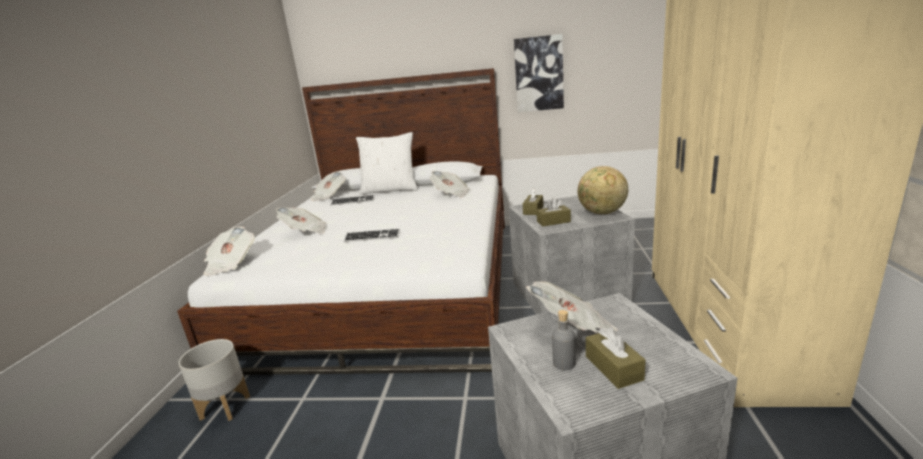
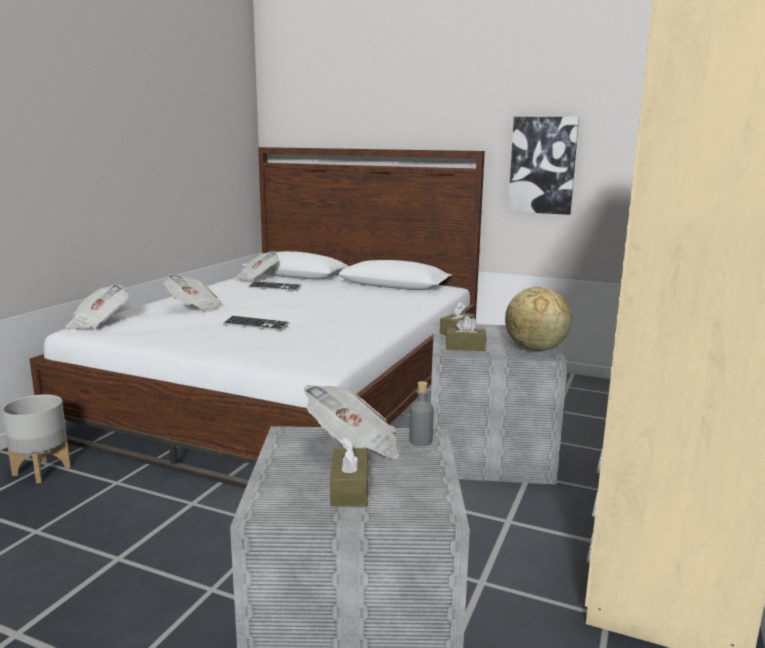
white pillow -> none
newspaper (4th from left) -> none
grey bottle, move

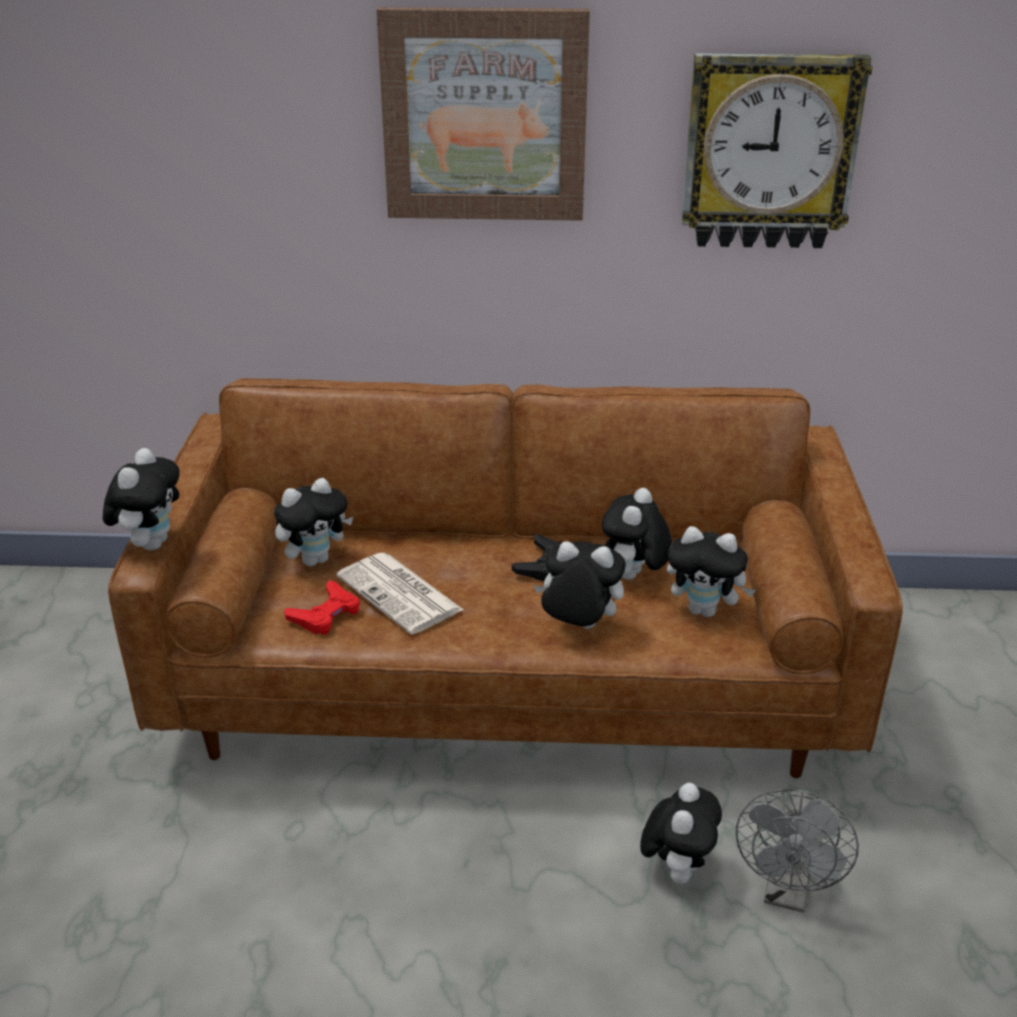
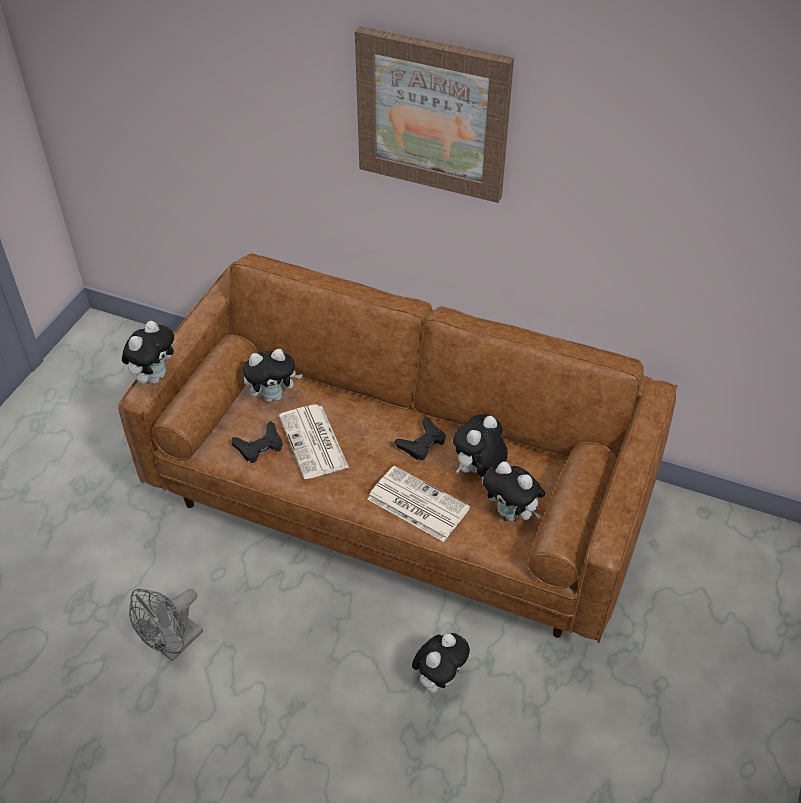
wall clock -> none
plush toy (3rd from left) -> newspaper (2nd from left)
red game controller -> black game controller (1st from left)
grey fan, move

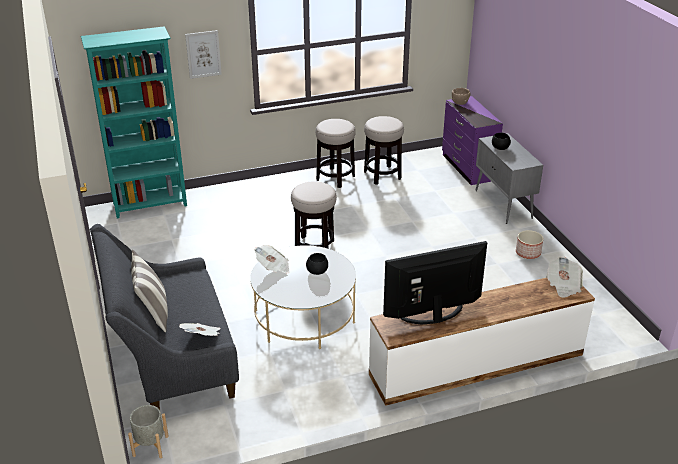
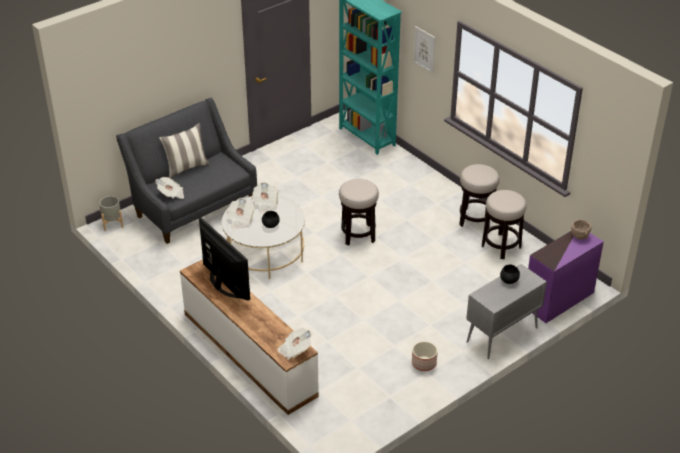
none -> newspaper (2nd from left)

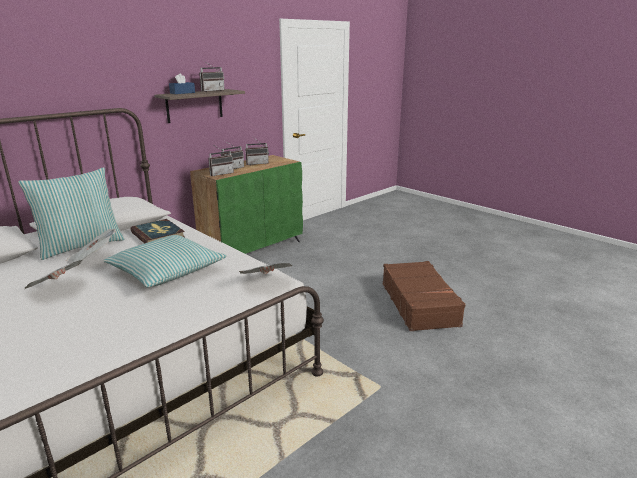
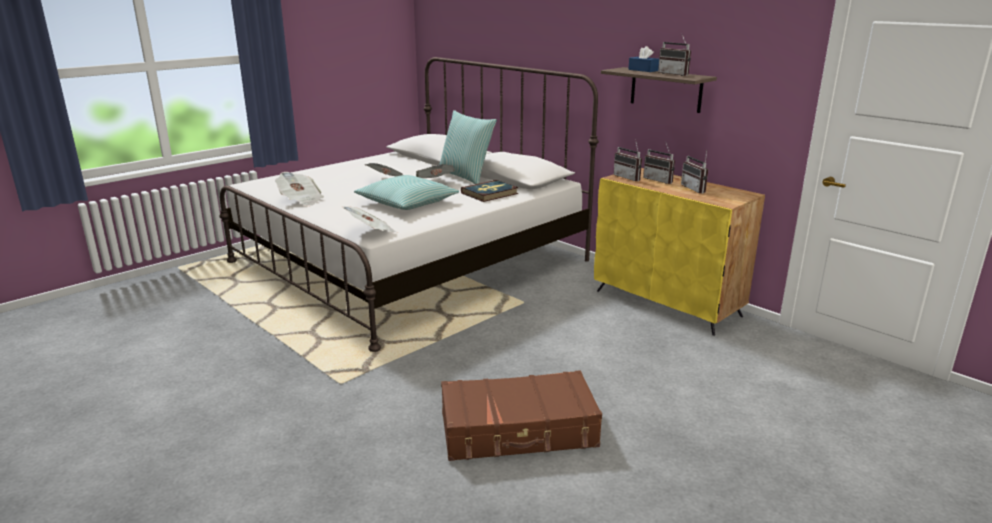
green cabinet -> yellow cabinet
none -> newspaper (1st from left)

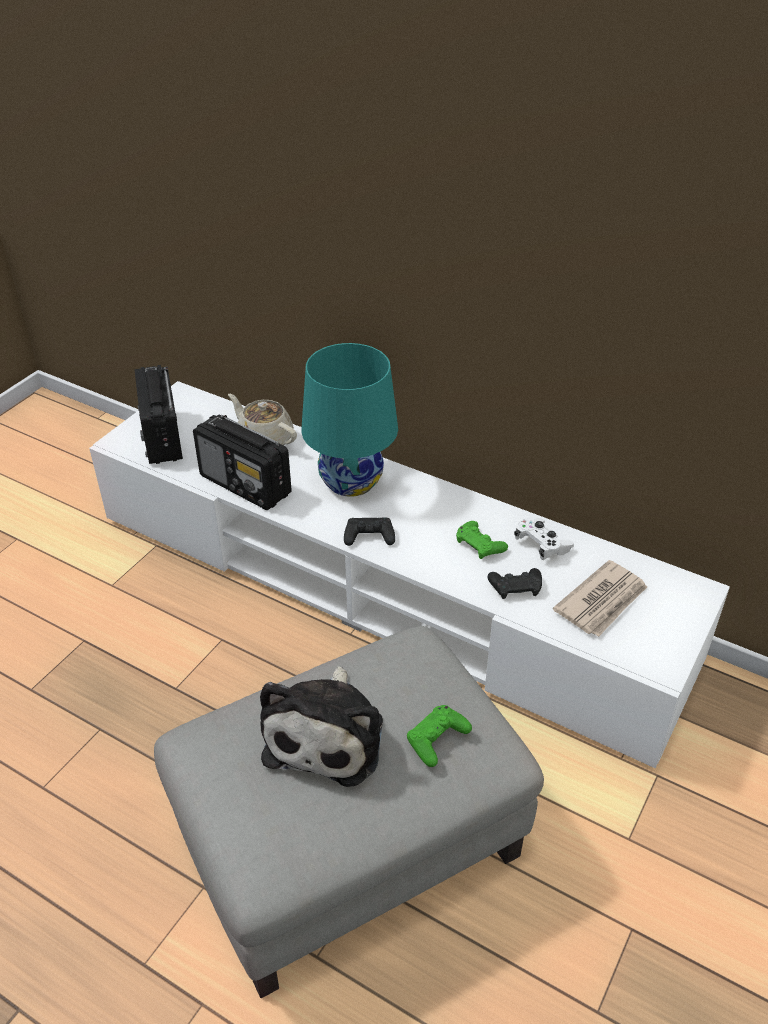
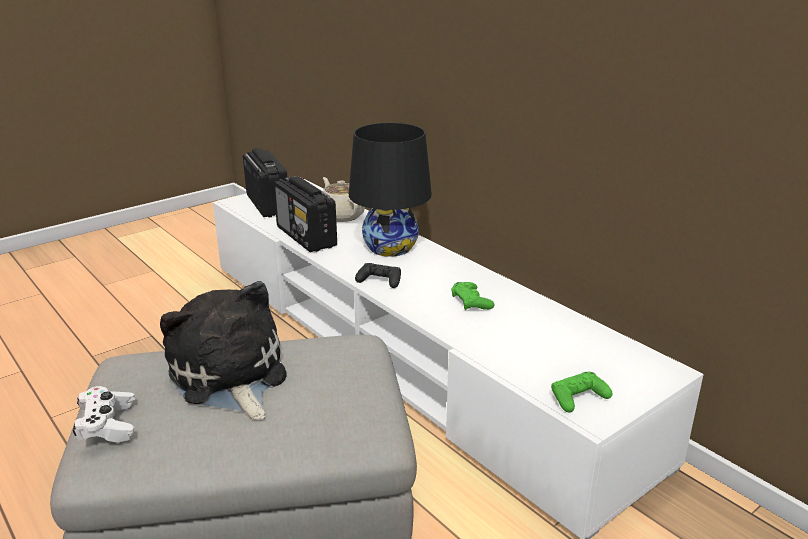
turquoise table lamp -> black table lamp
radio (1st from left), 150 degrees clockwise
white game controller, move
newspaper -> none
black game controller (2nd from left) -> none
plush toy, 120 degrees clockwise
green game controller (1st from left in the first image) -> green game controller (2nd from left), move

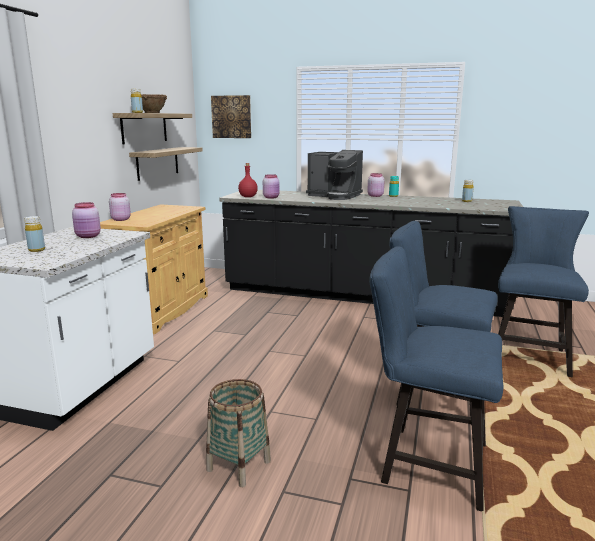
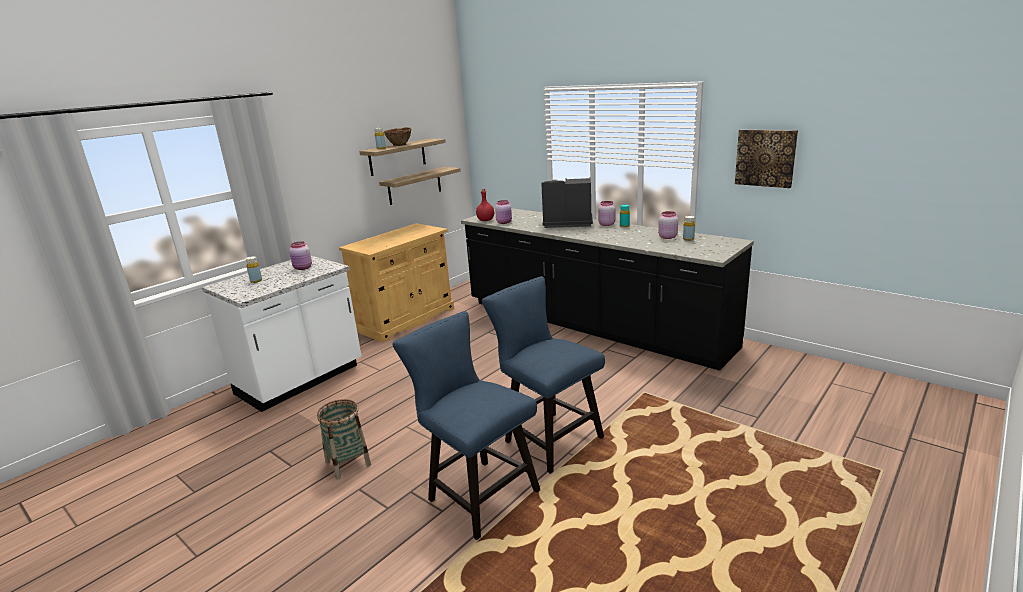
picture, move
coffee machine, 135 degrees clockwise
pink jar (2nd from left in the first image) -> pink jar (4th from left), move
blue chair (3rd from left) -> none

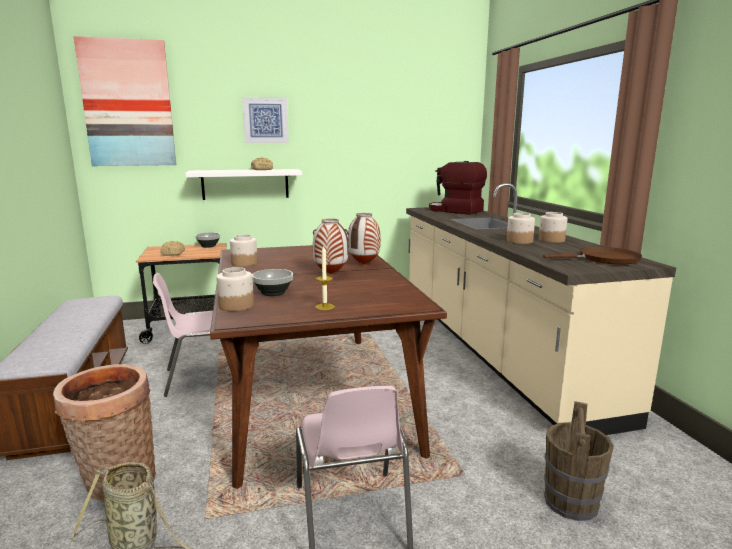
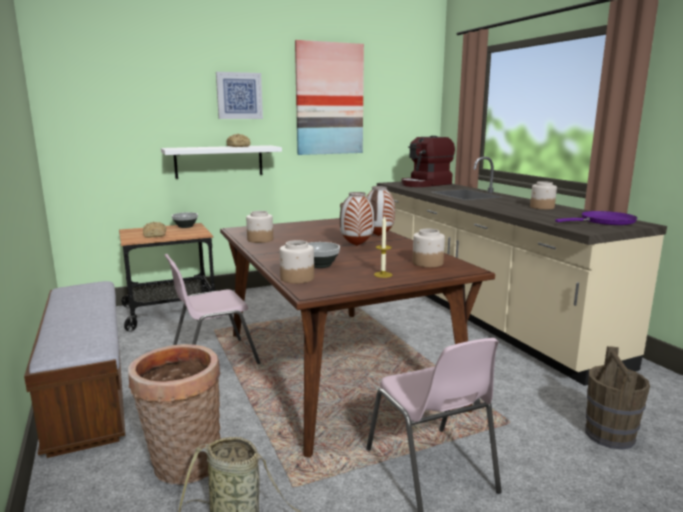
picture (1st from left in the first image) -> picture (2nd from left), move
coffee machine, 60 degrees counterclockwise
jar (3rd from left), move
brown frying pan -> purple frying pan

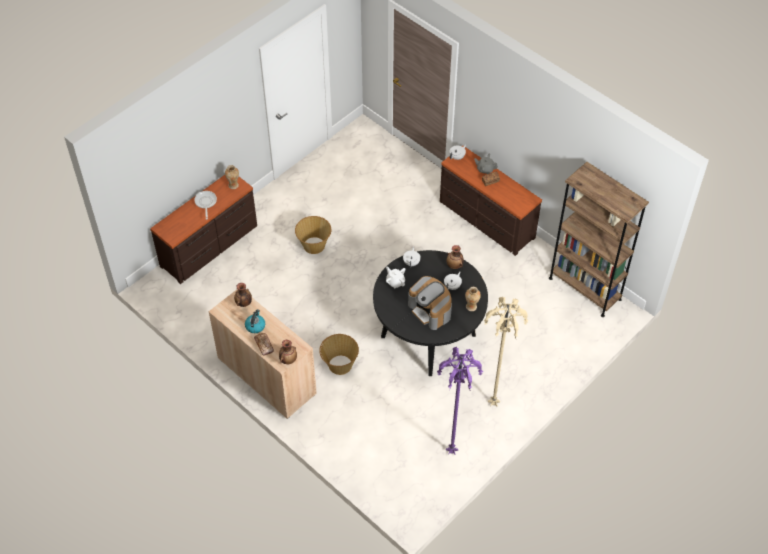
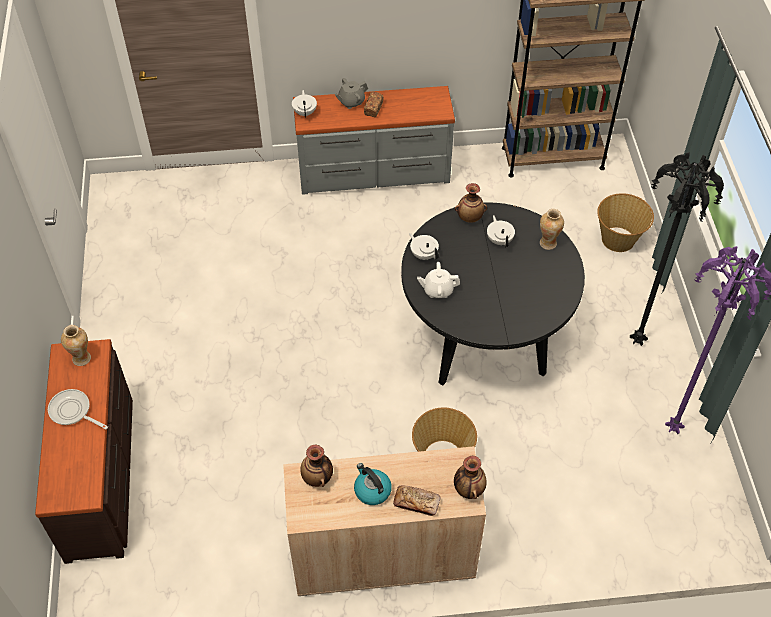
brown dresser (2nd from left) -> grey dresser
basket (1st from left in the first image) -> basket (2nd from left), move
coffee machine -> none
beige floor lamp -> black floor lamp

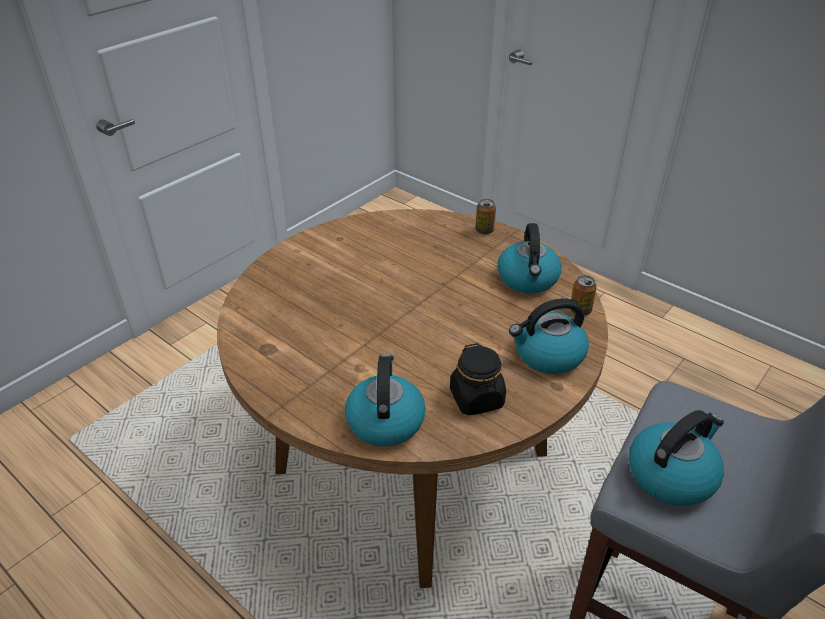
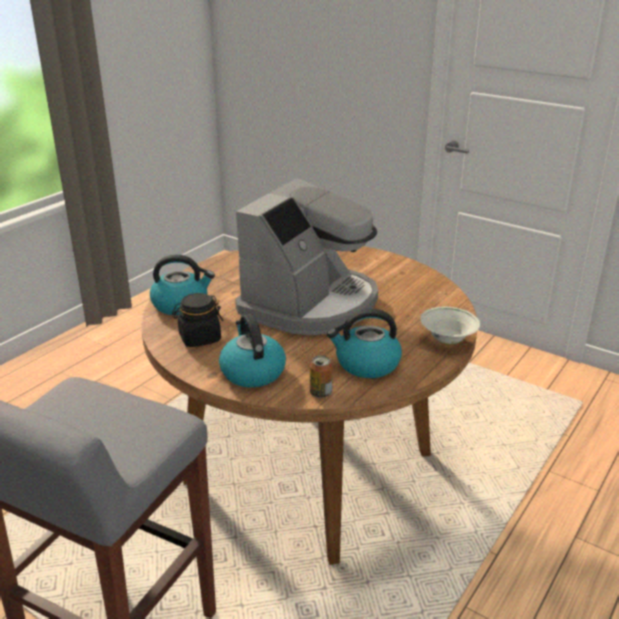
can (1st from left) -> white bowl
kettle (4th from left) -> none
none -> coffee machine

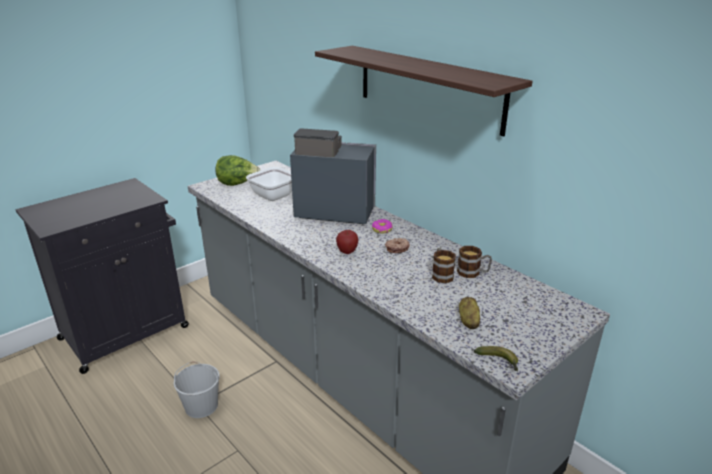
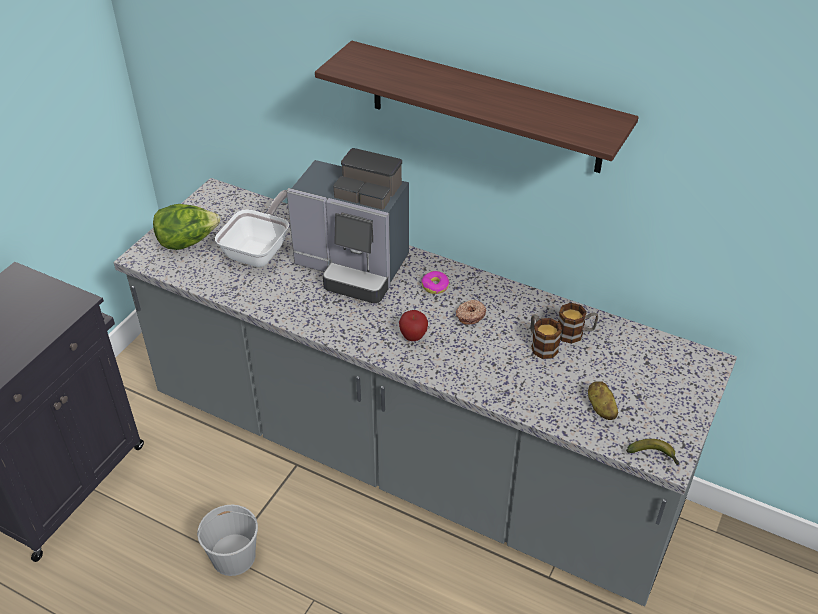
coffee machine, 150 degrees counterclockwise

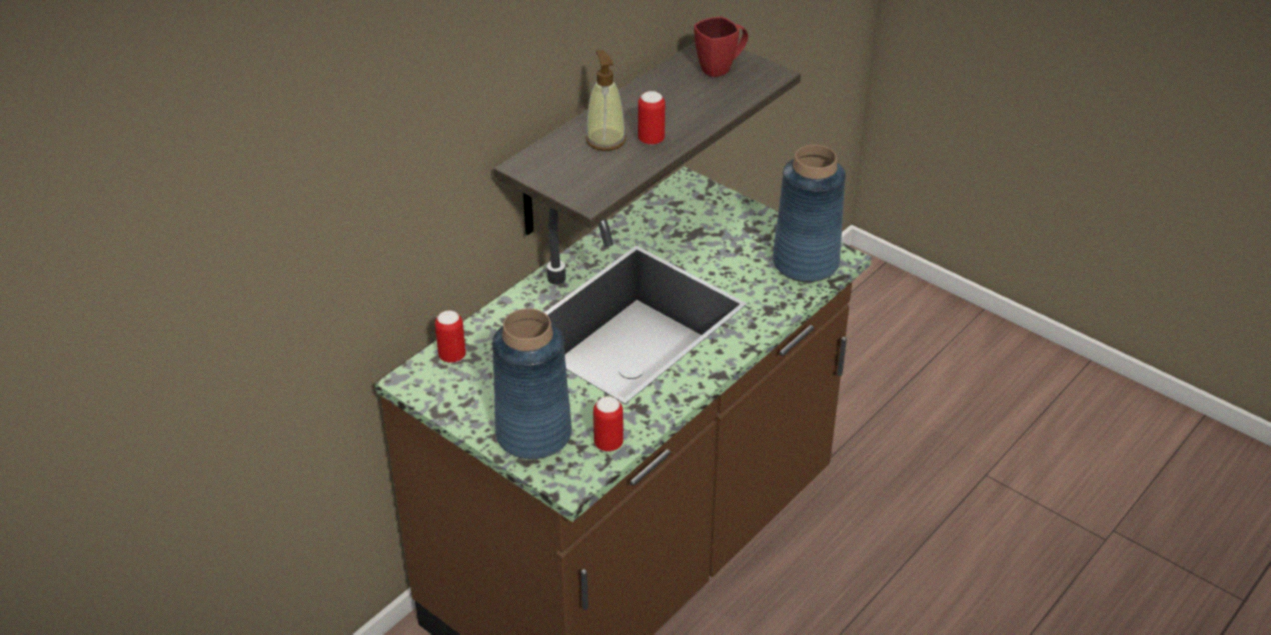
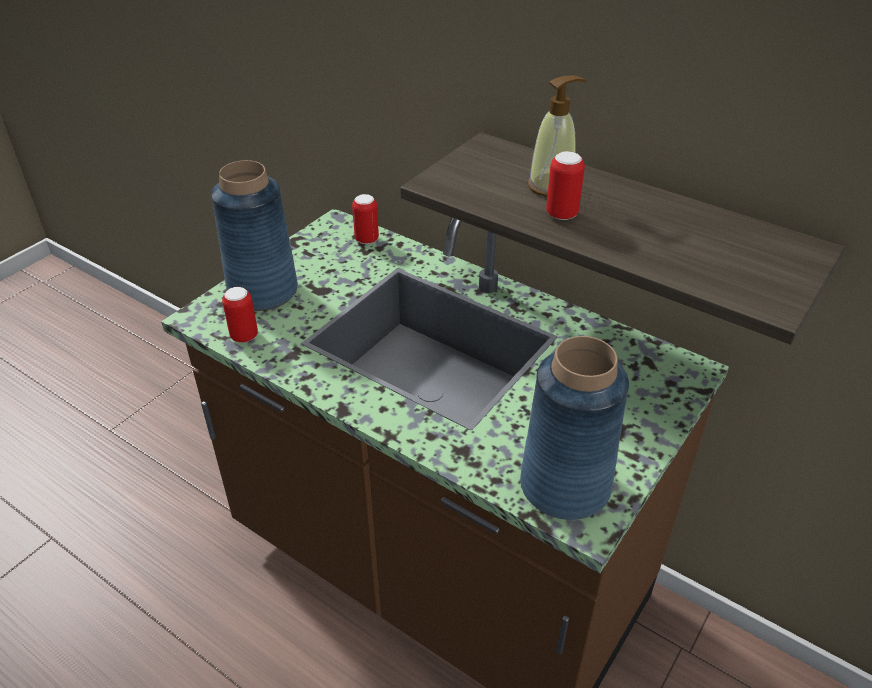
red mug -> none

